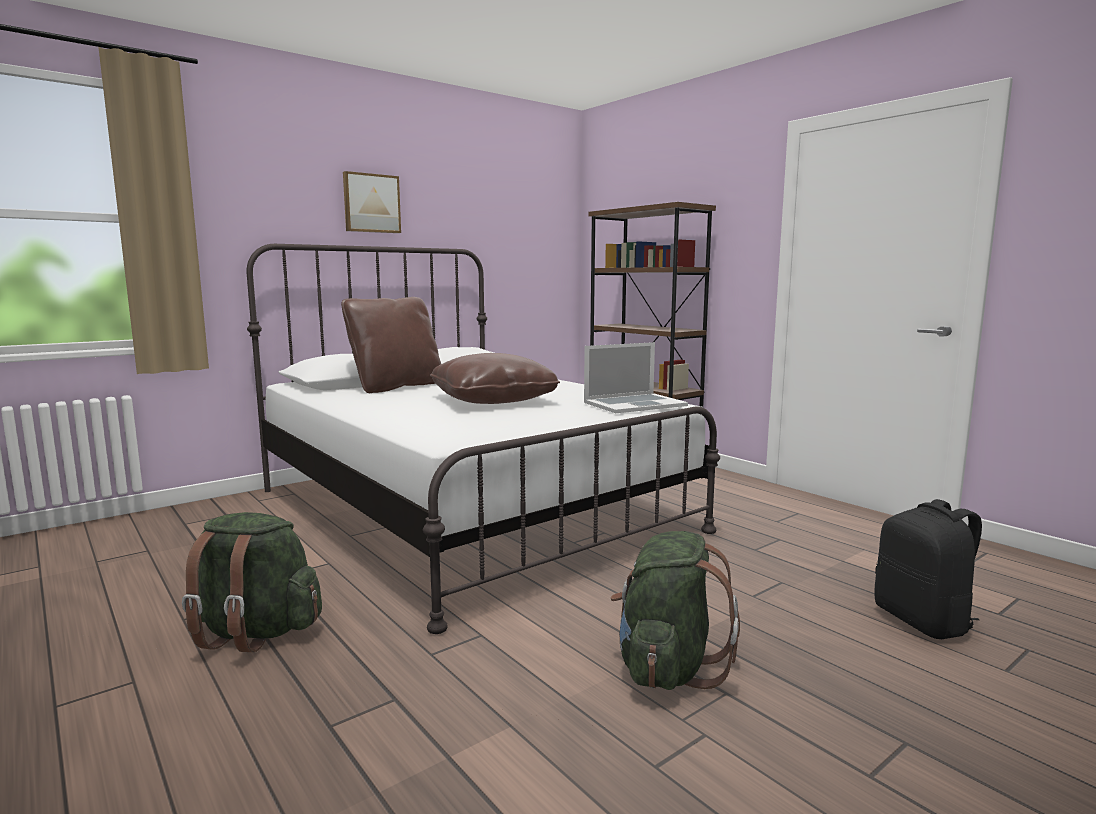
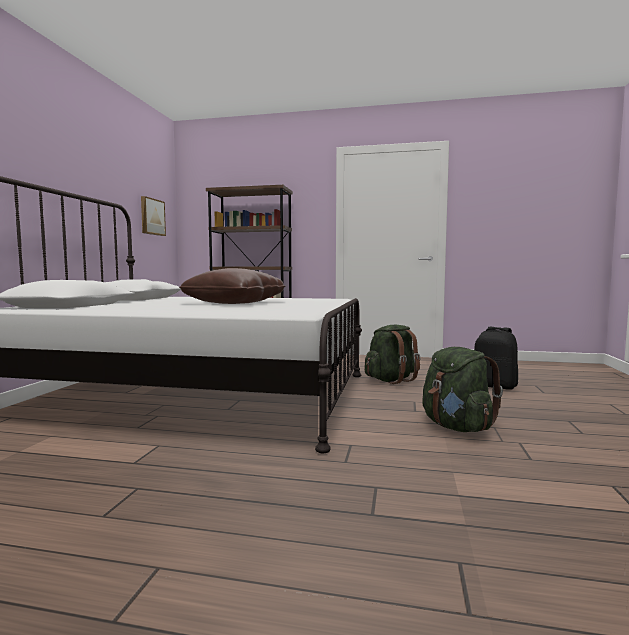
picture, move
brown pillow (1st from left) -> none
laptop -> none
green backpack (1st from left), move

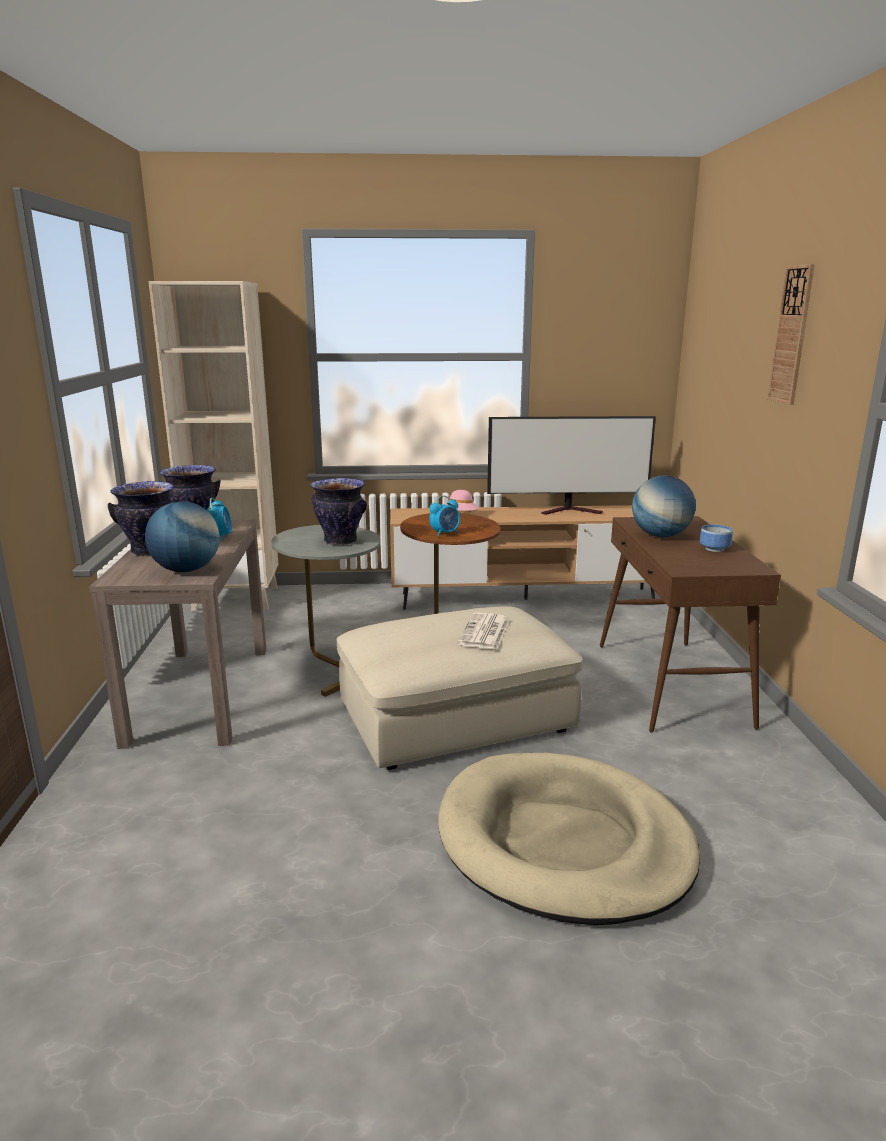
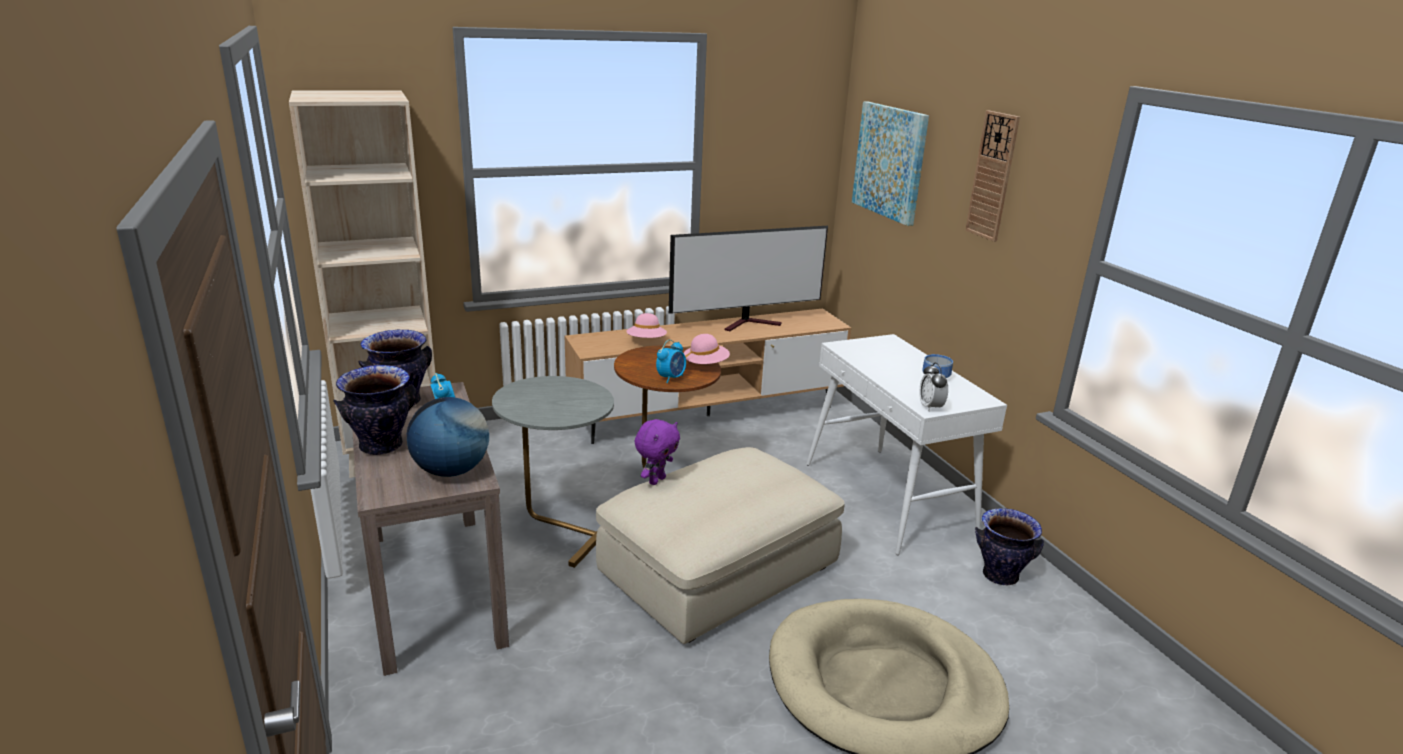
globe (2nd from left) -> none
vase (3rd from left), move
brown console table (2nd from left) -> white console table
newspaper -> none
none -> picture
none -> pink hat (2nd from left)
none -> alarm clock (3rd from left)
none -> purple plush toy

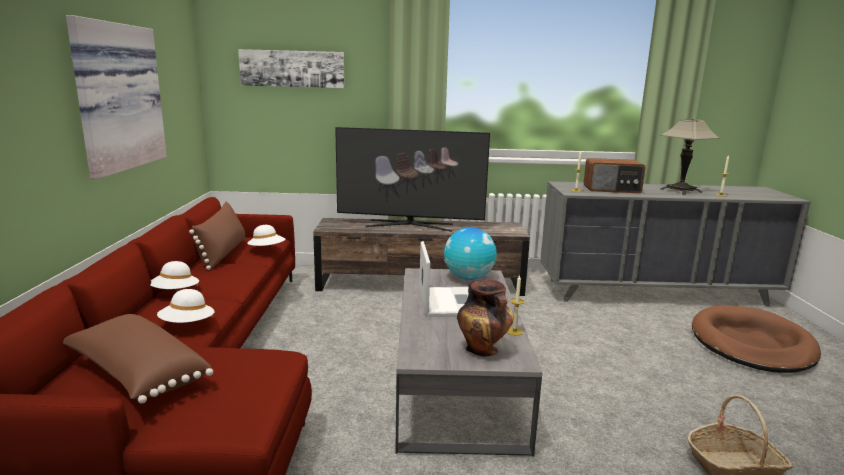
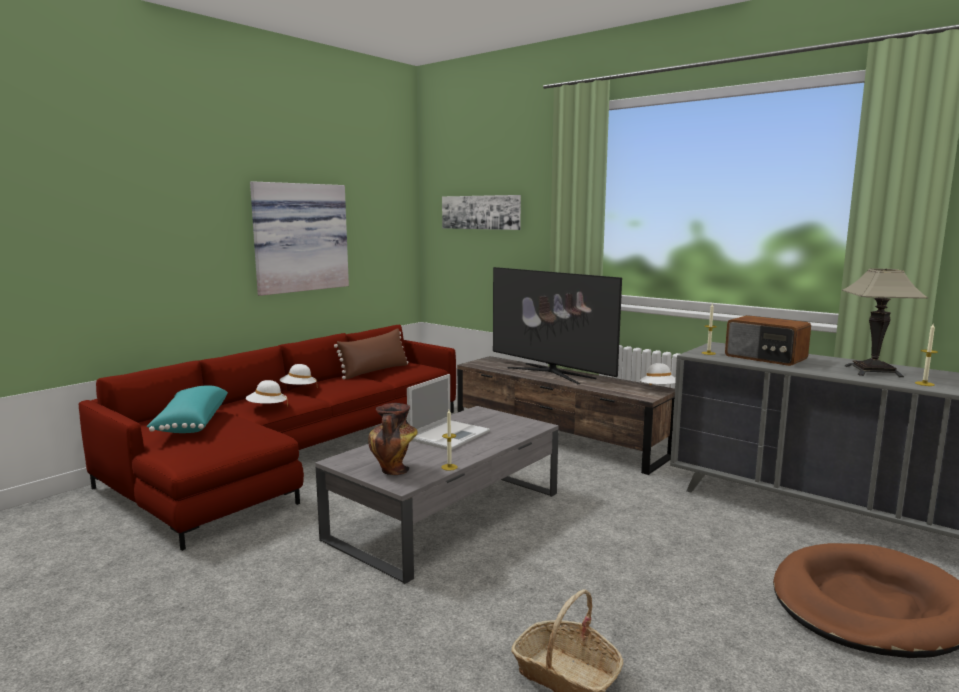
white hat (3rd from left), move
globe -> none
brown pillow (1st from left) -> turquoise pillow

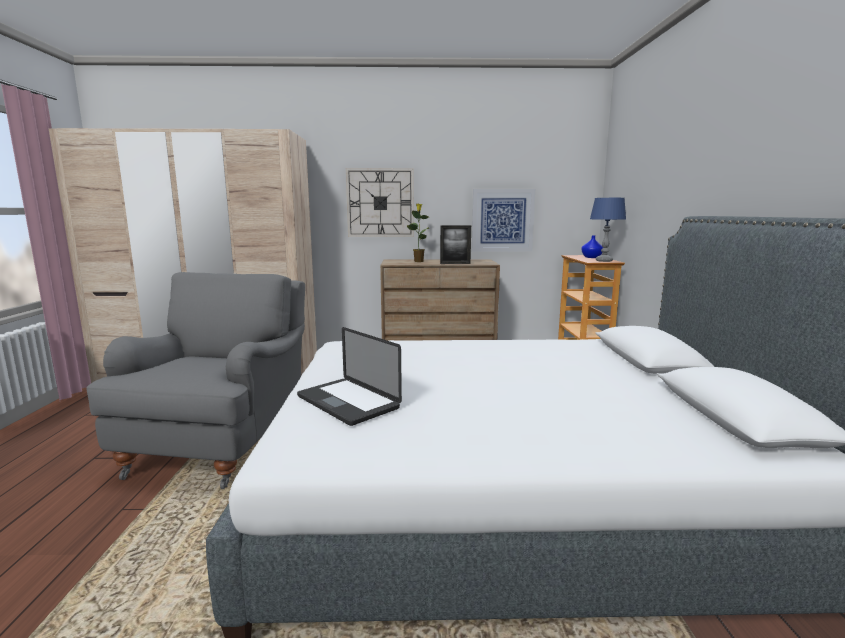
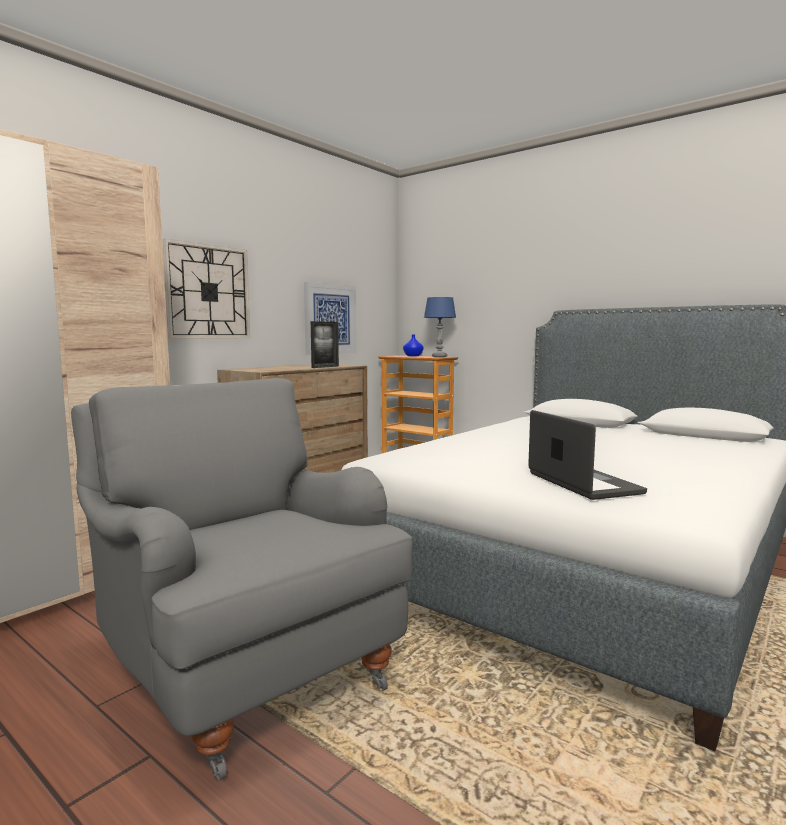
potted plant -> none
laptop, 105 degrees counterclockwise

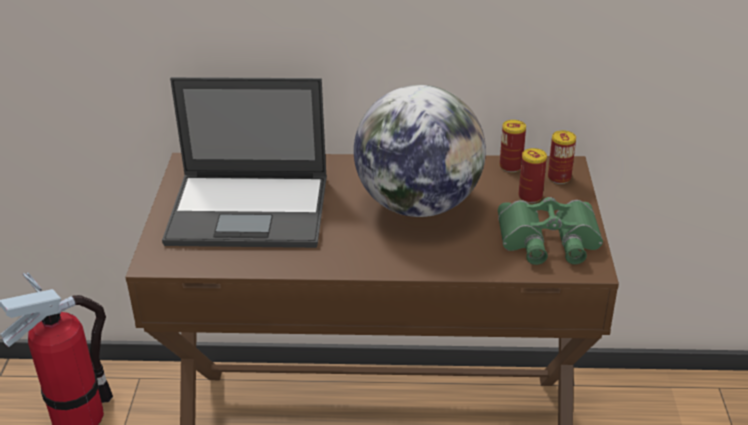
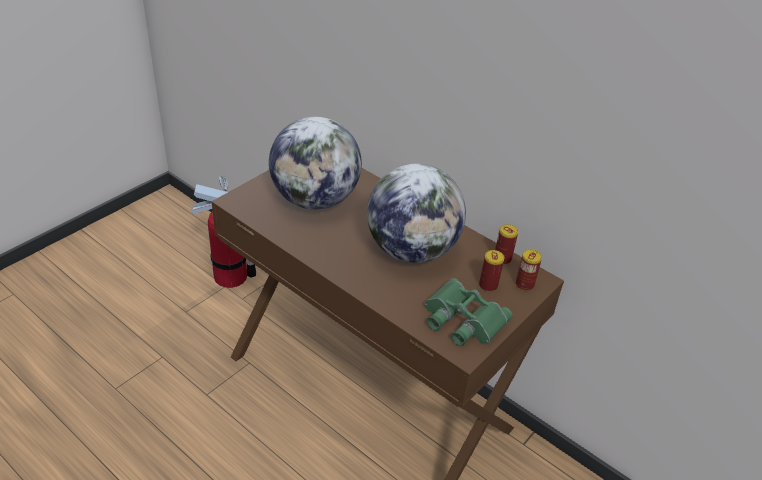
laptop -> globe (1st from left)

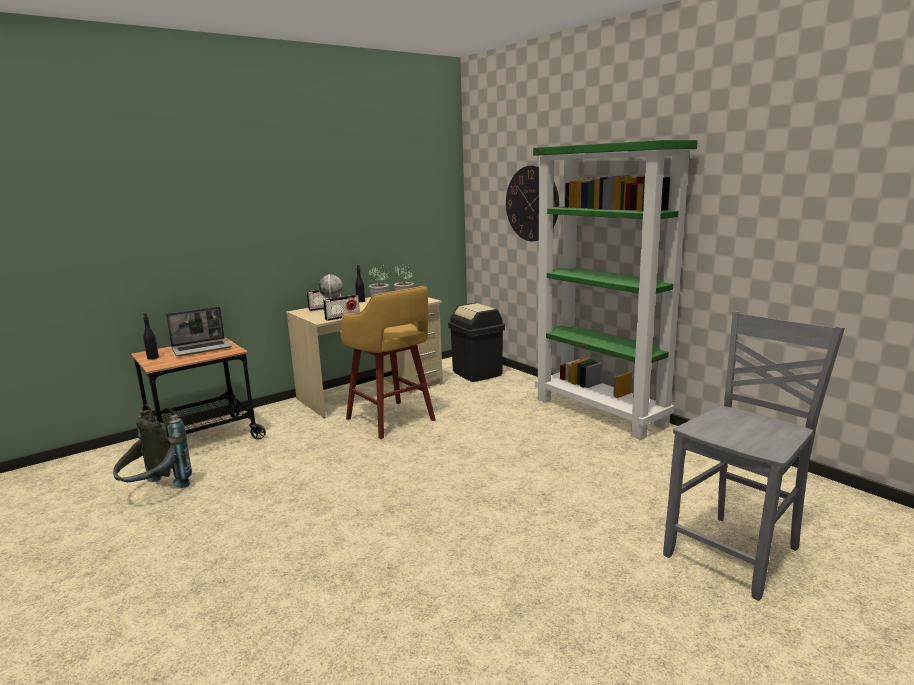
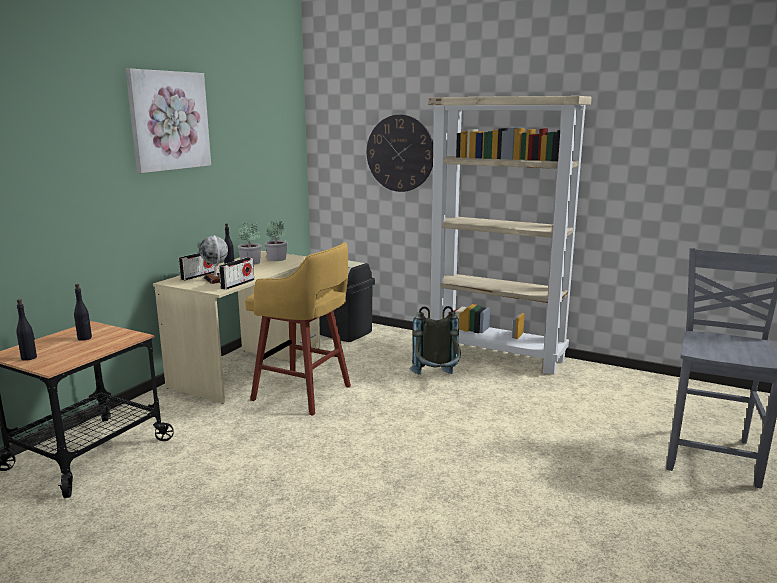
green bookcase -> beige bookcase
laptop -> black bottle (2nd from left)
grey backpack, move
none -> picture

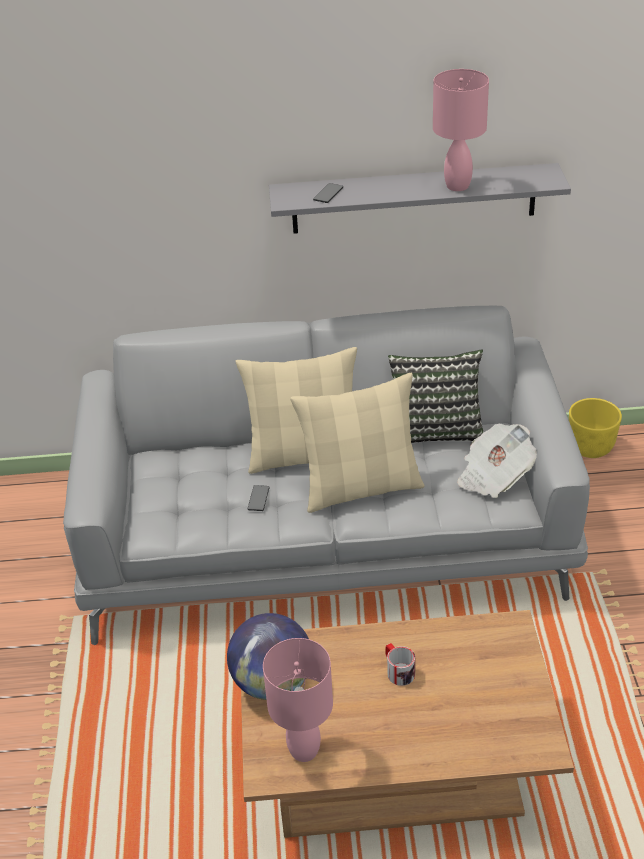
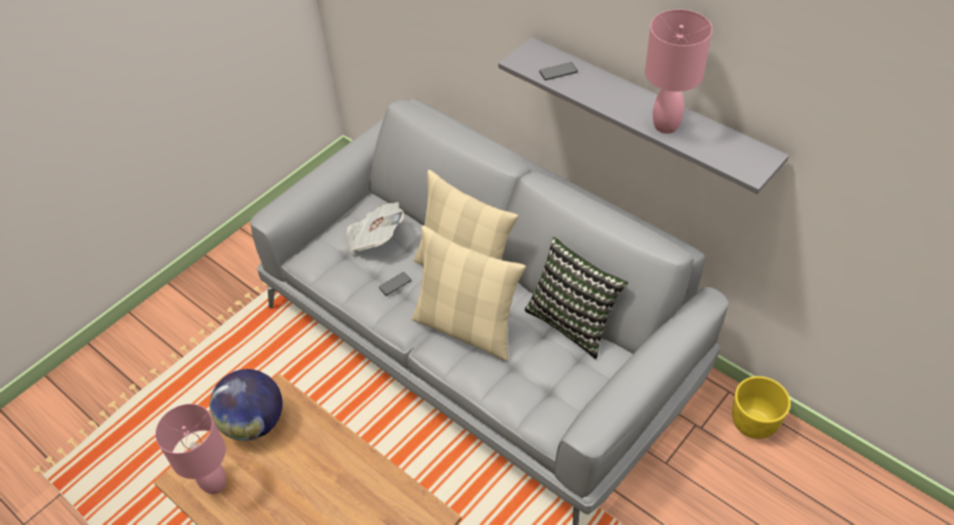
newspaper, move
mug -> none

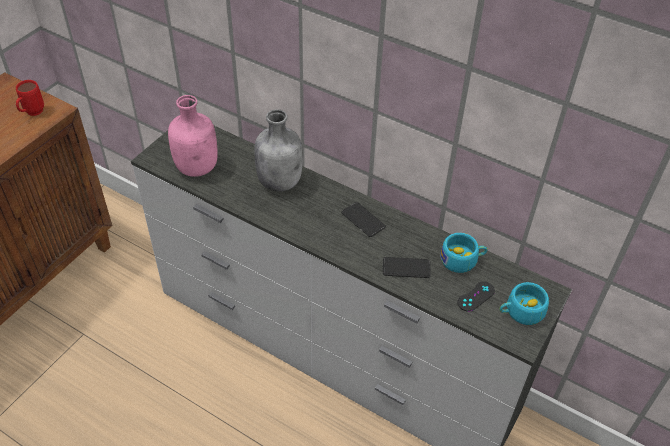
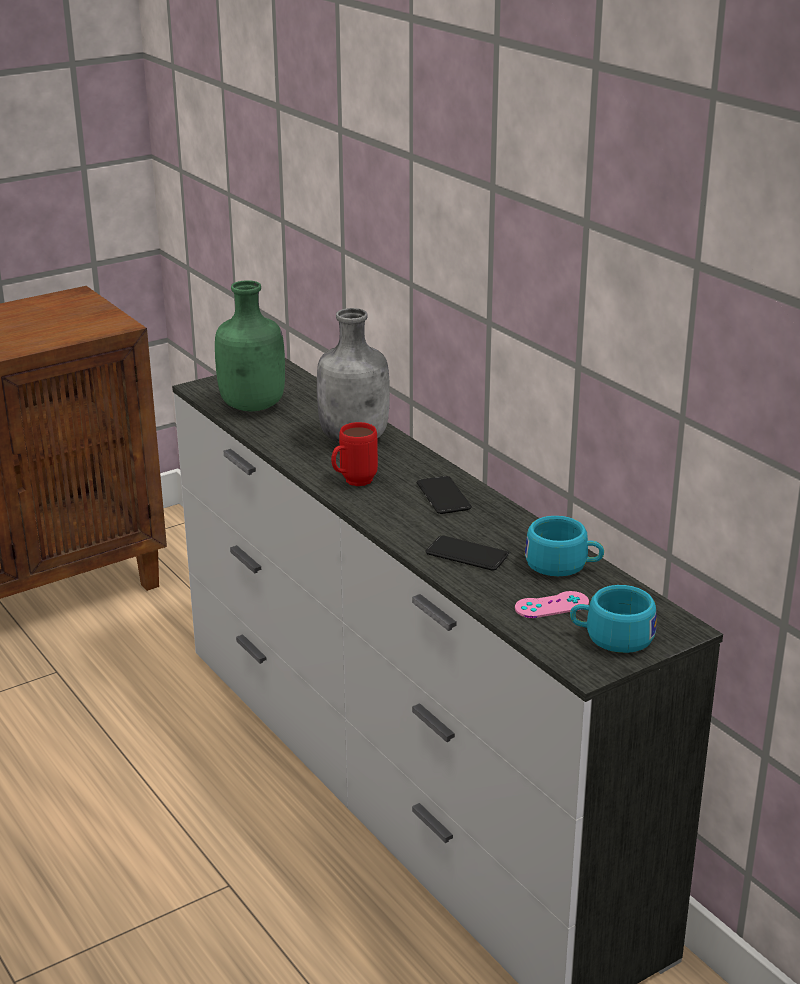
red mug, move
pink bottle -> green bottle
black game controller -> pink game controller

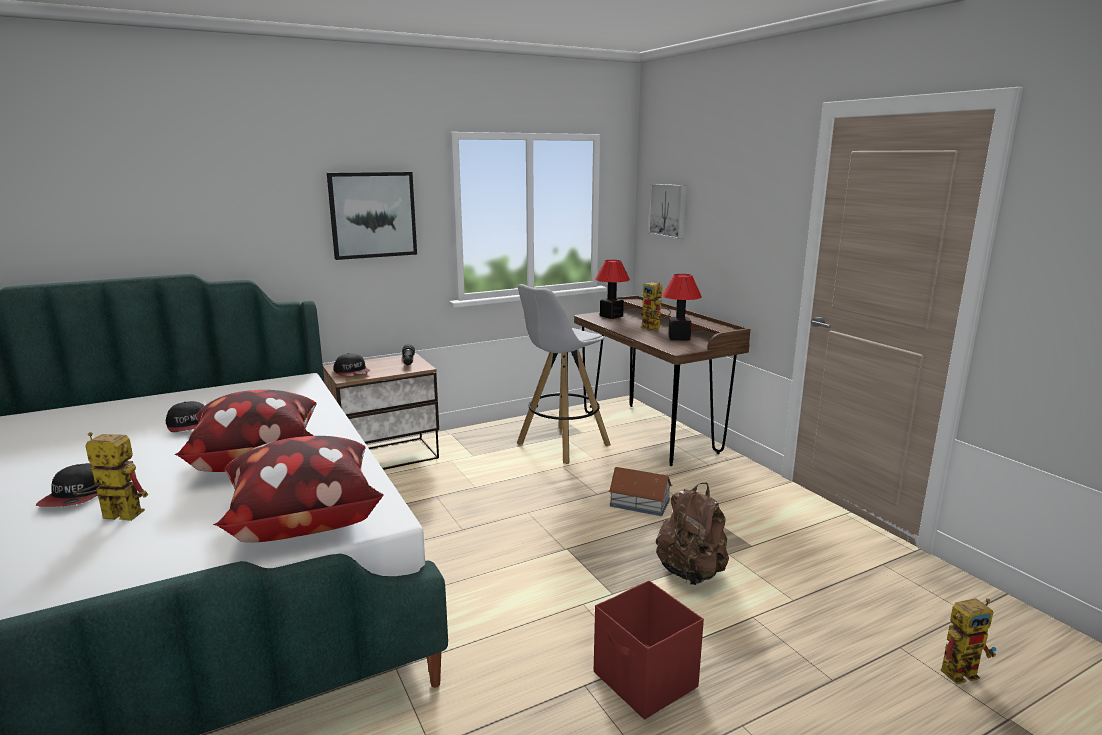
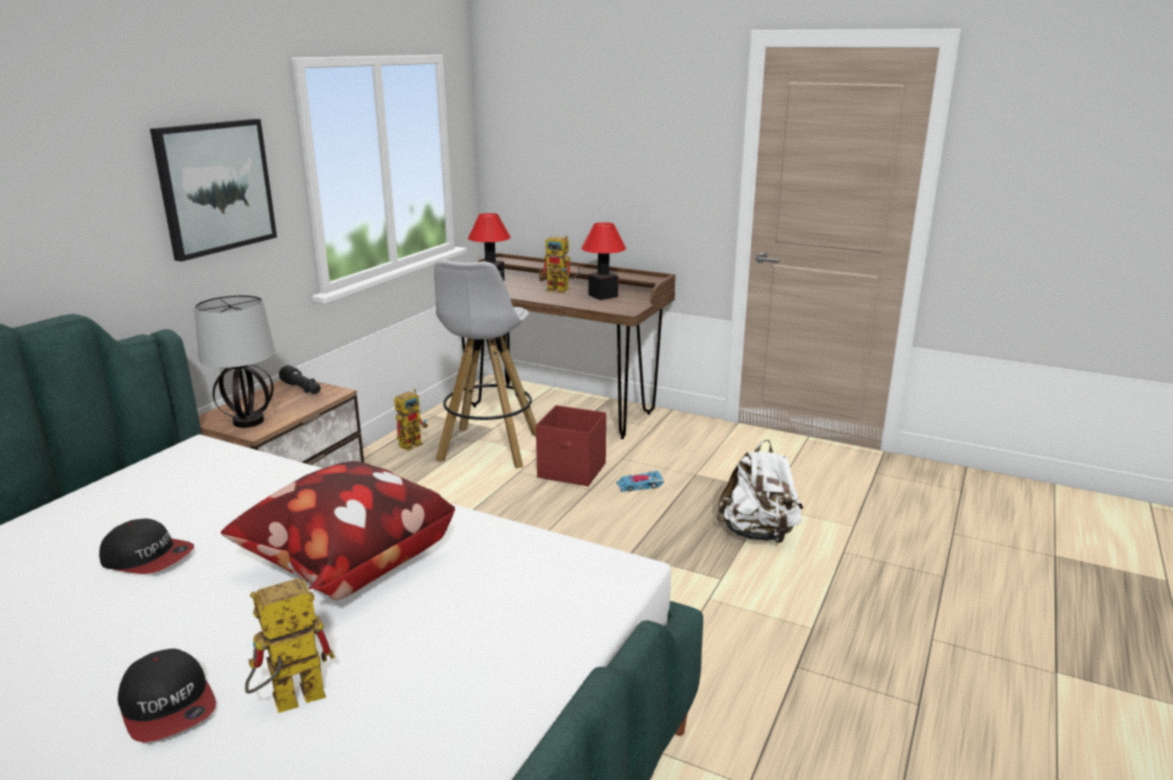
picture (2nd from left) -> none
cap (3rd from left) -> table lamp (1st from left)
pillow (2nd from left) -> none
toy house -> toy car
brown backpack -> white backpack
red storage box, move
toy robot (3rd from left in the first image) -> toy robot (2nd from left), move

